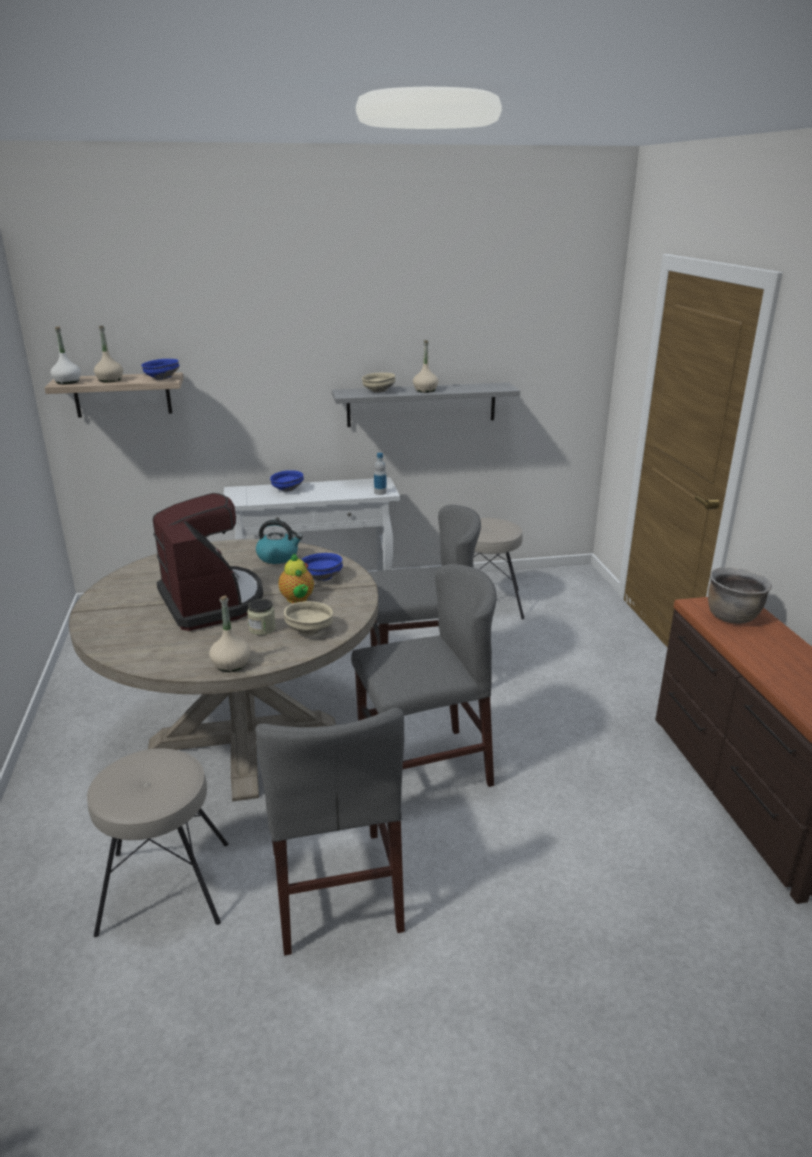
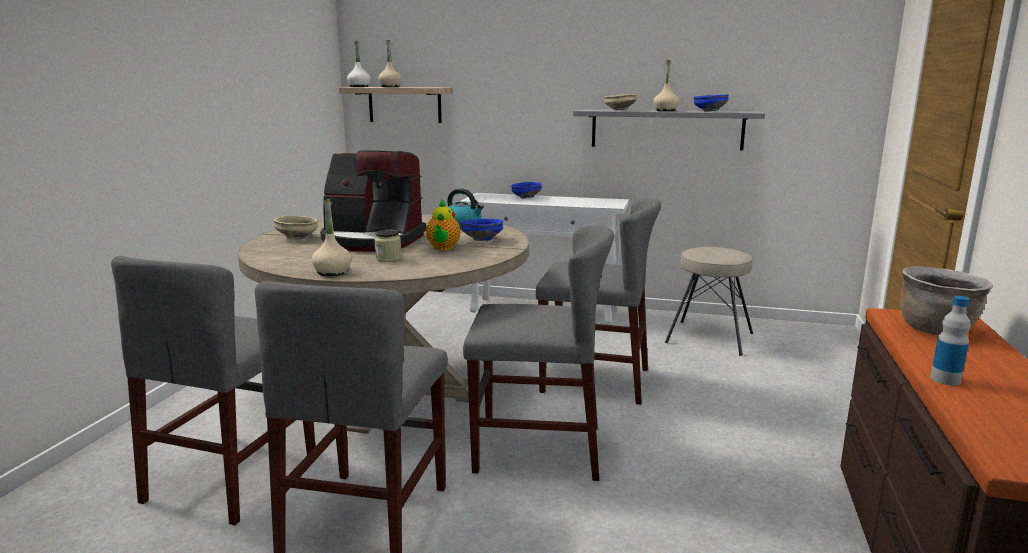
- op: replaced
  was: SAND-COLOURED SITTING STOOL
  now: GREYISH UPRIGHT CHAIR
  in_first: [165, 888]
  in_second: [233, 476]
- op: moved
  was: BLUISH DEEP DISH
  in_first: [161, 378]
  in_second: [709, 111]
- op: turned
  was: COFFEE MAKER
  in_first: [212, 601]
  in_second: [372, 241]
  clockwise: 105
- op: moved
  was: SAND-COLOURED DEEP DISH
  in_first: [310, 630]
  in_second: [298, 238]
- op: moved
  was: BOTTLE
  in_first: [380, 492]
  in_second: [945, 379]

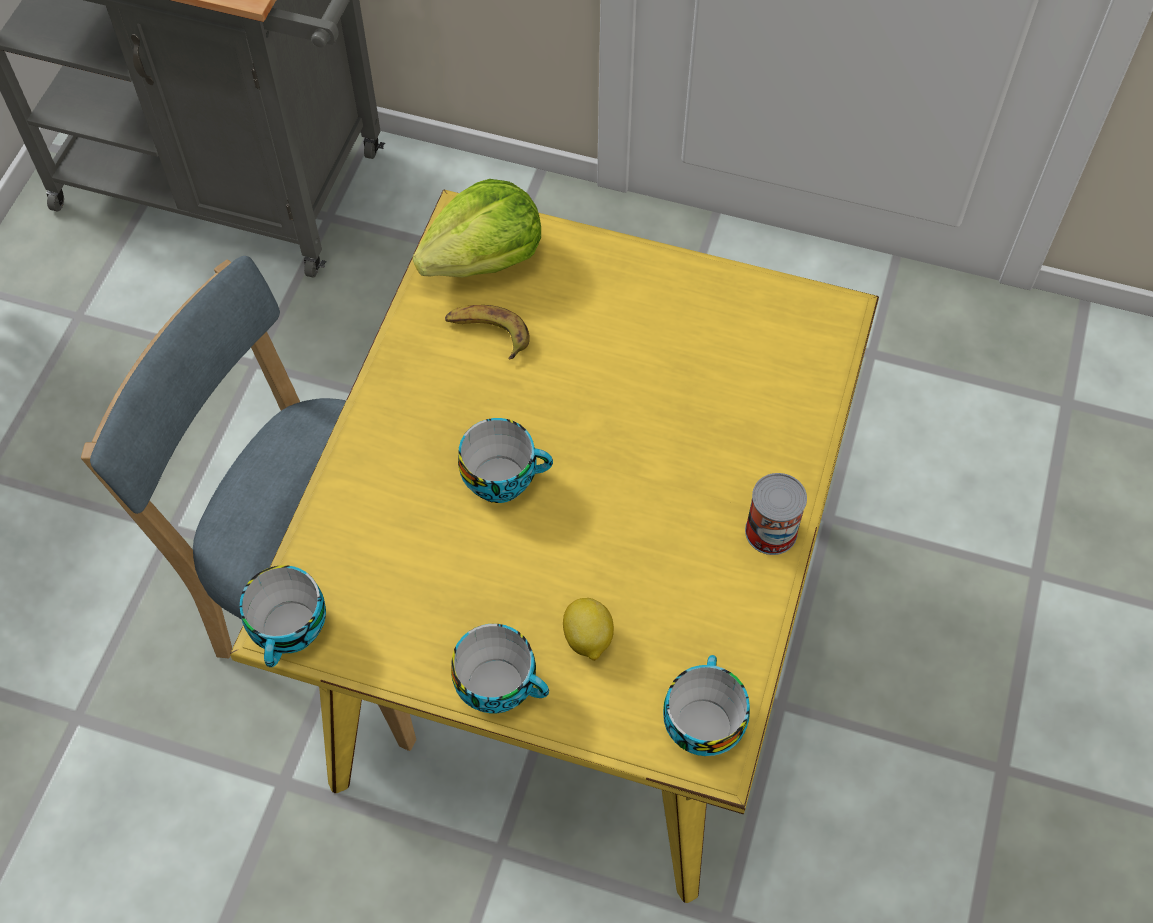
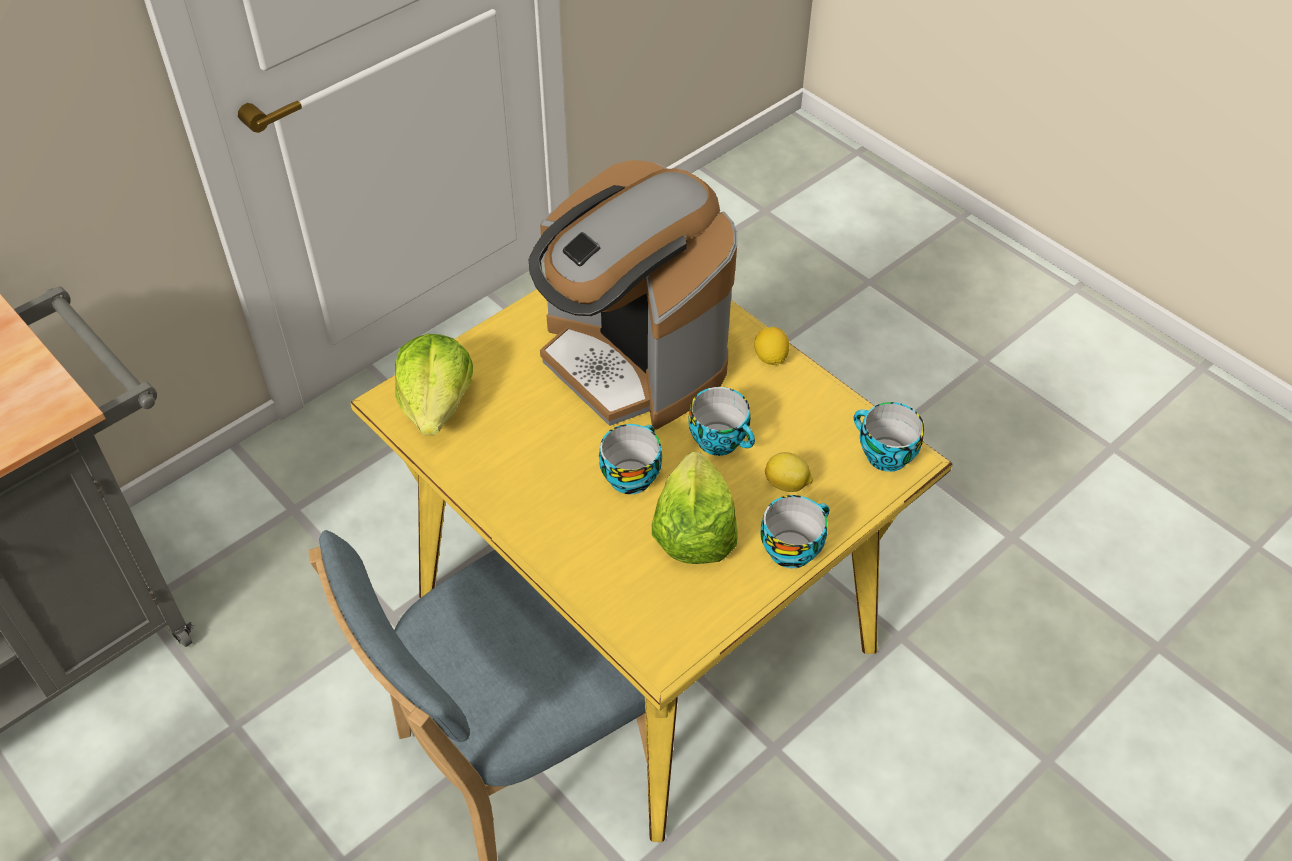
- op: moved
  was: DRINKING CUP
  in_first: [291, 632]
  in_second: [721, 440]
- op: removed
  was: WHOLE BANANA
  in_first: [487, 333]
- op: replaced
  was: METAL CAN
  now: WHOLE LEMON
  in_first: [771, 531]
  in_second: [770, 358]
- op: added
  now: COFFEE MAKER
  in_second: [632, 361]
- op: added
  now: LETTUCE
  in_second: [693, 531]

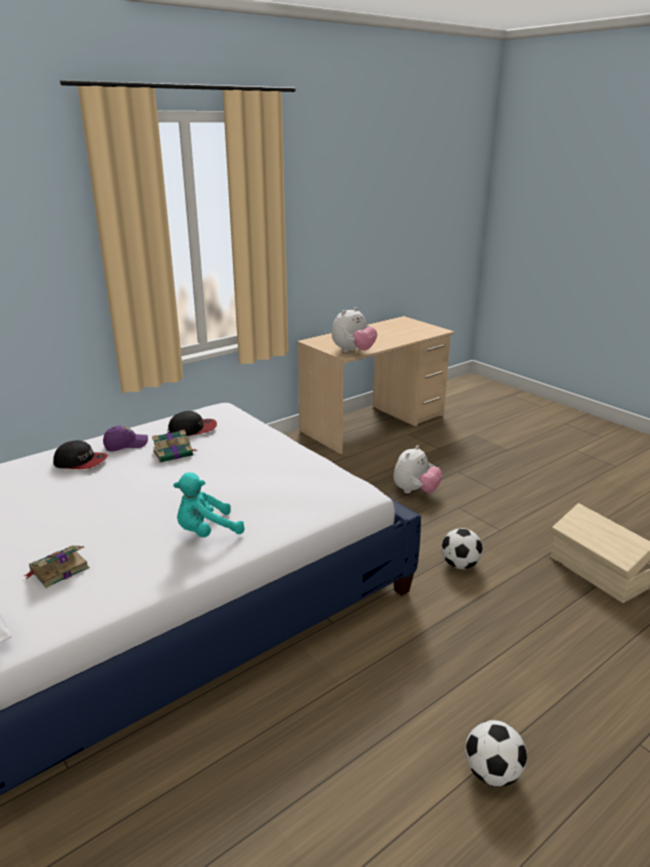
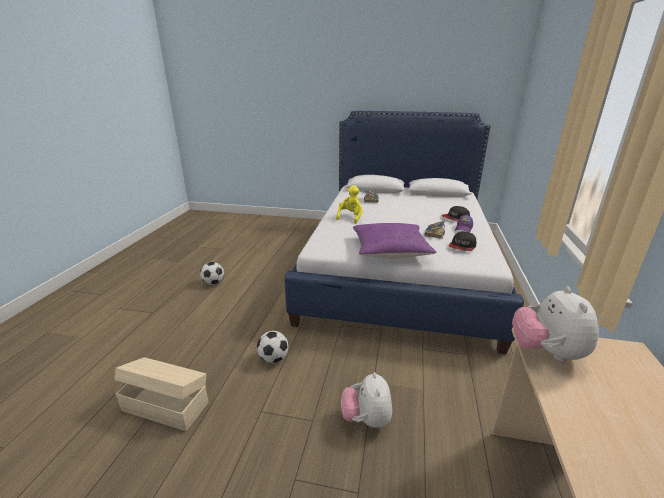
- op: recoloured
  was: BLUE-GREEN PLUSH TOY
  now: YELLOWISH PLUSH TOY
  in_first: [206, 532]
  in_second: [350, 217]
- op: added
  now: PURPLE-COLOURED PILLOW
  in_second: [390, 250]

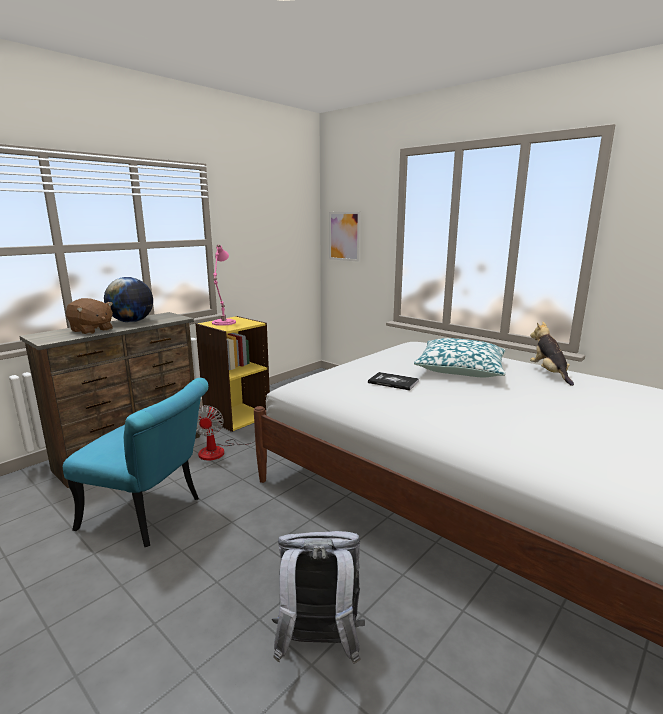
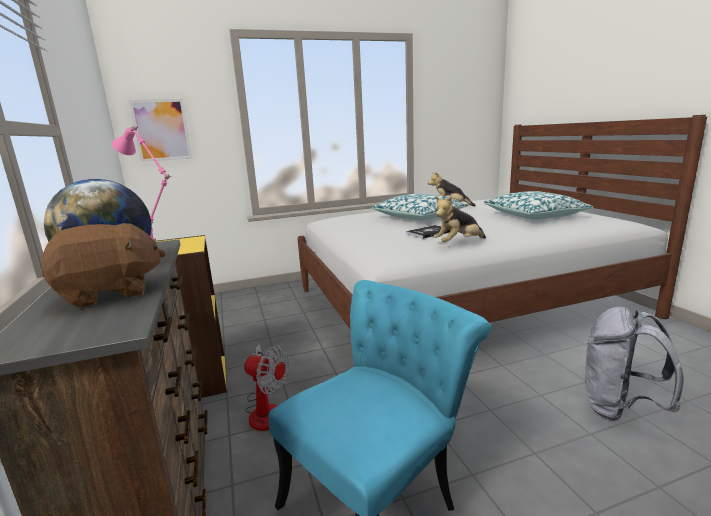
- op: added
  now: PLUSH TOY
  in_second: [458, 243]
- op: added
  now: PILLOW
  in_second: [534, 215]

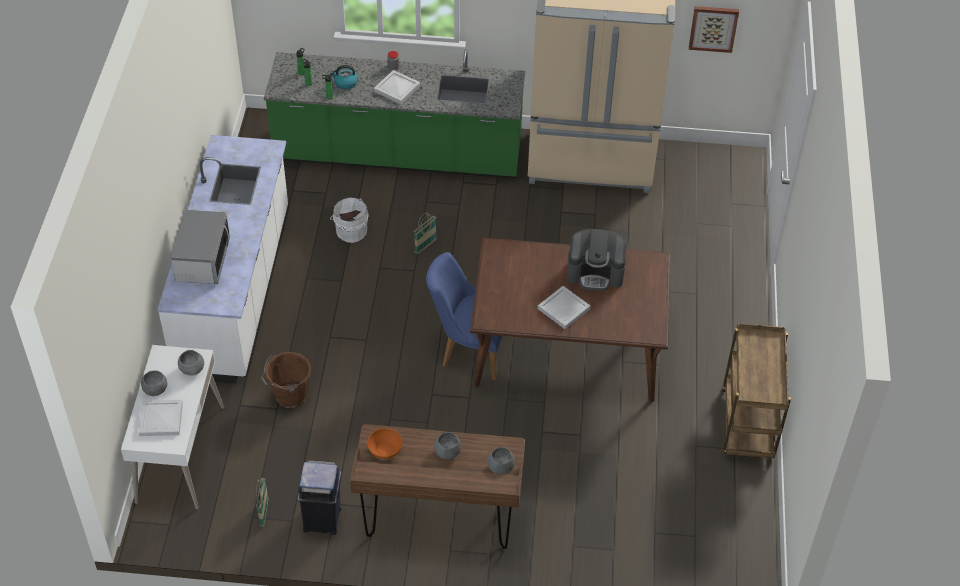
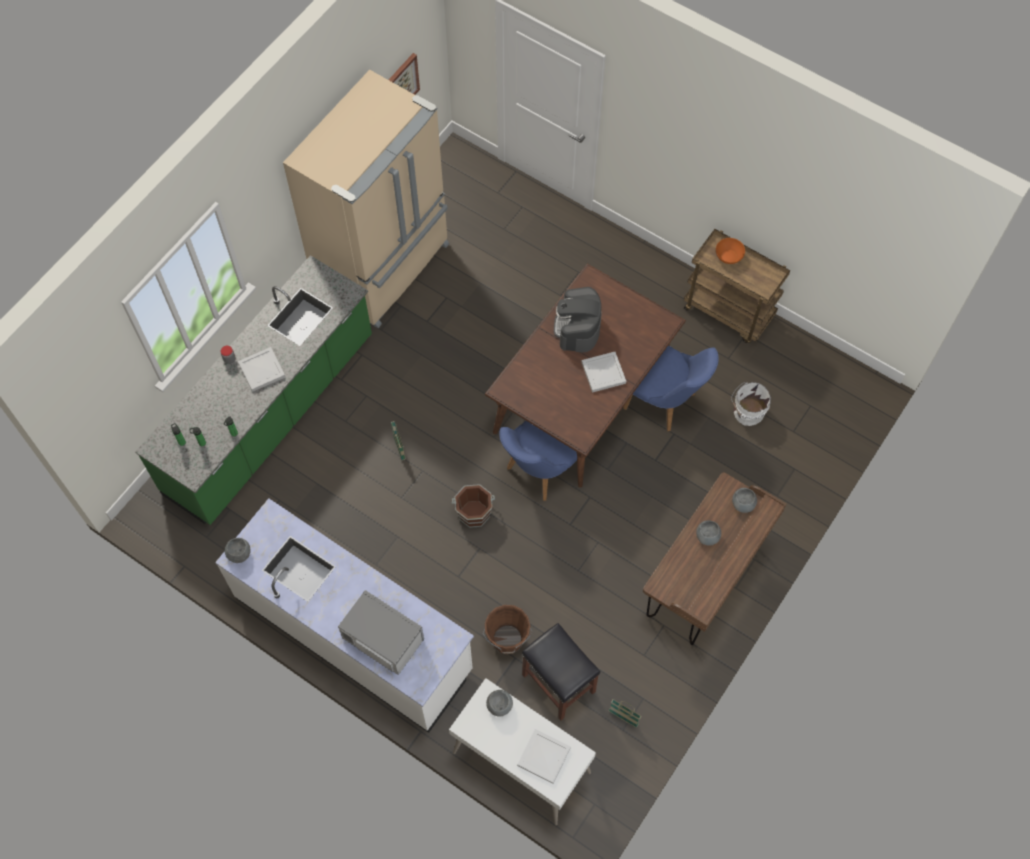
- op: moved
  was: GREYISH DEEP DISH
  in_first: [155, 390]
  in_second: [239, 554]
- op: removed
  was: BLUISH WASTE BIN
  in_first: [323, 519]
- op: removed
  was: KETTLE
  in_first: [345, 83]
- op: moved
  was: WHITISH WATER BUCKET
  in_first: [350, 230]
  in_second: [747, 412]
- op: moved
  was: ORANGE DEEP DISH
  in_first: [385, 450]
  in_second: [728, 256]
- op: turned
  was: COFFEE MAKER
  in_first: [595, 272]
  in_second: [577, 328]
  clockwise: 150
- op: added
  now: BROWN WATER BUCKET
  in_second: [474, 513]
- op: added
  now: BLACK-COLOURED SITTING STOOL
  in_second: [559, 683]
- op: added
  now: BLUISH UPRIGHT CHAIR
  in_second: [666, 403]

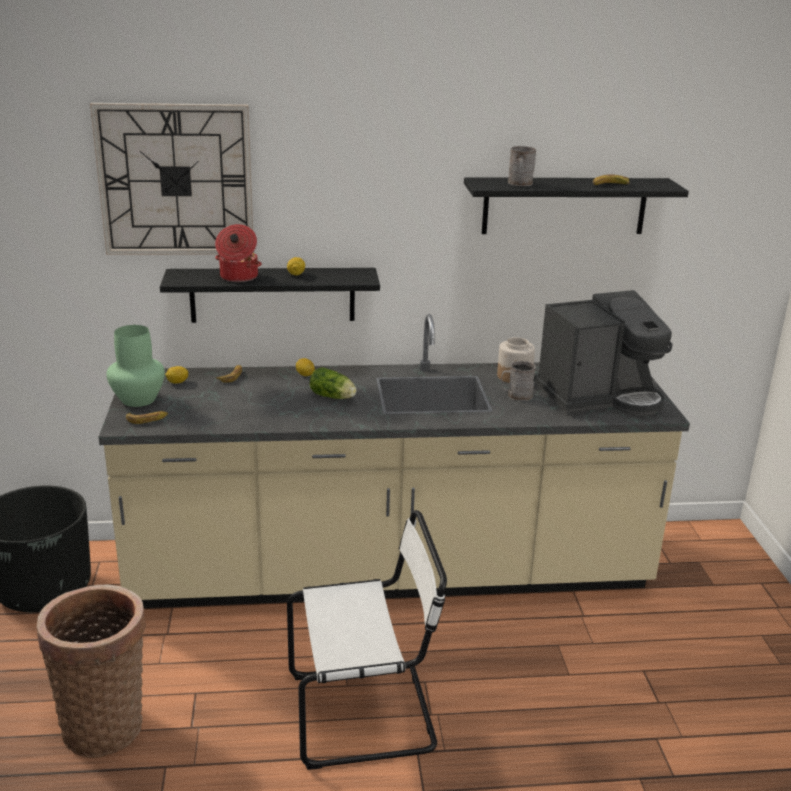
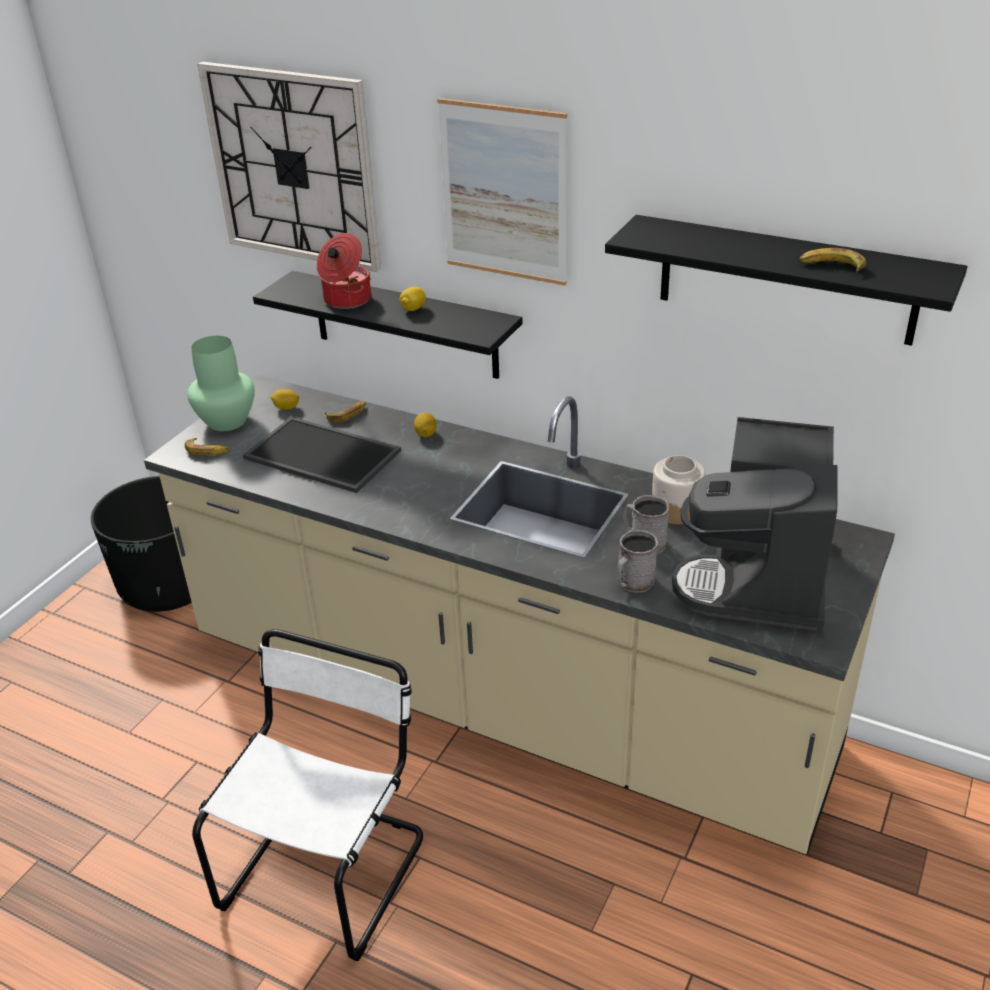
- op: removed
  was: BASKET
  in_first: [105, 723]
- op: turned
  was: WHITISH UPRIGHT CHAIR
  in_first: [367, 713]
  in_second: [329, 866]
  clockwise: -90
- op: removed
  was: LETTUCE
  in_first: [334, 397]
- op: moved
  was: GREYISH TEA MUG
  in_first: [520, 184]
  in_second: [632, 583]
- op: turned
  was: COFFEE MAKER
  in_first: [599, 396]
  in_second: [760, 579]
  clockwise: 90
- op: added
  now: TRAY
  in_second: [325, 454]
- op: added
  now: PICTURE
  in_second: [504, 193]

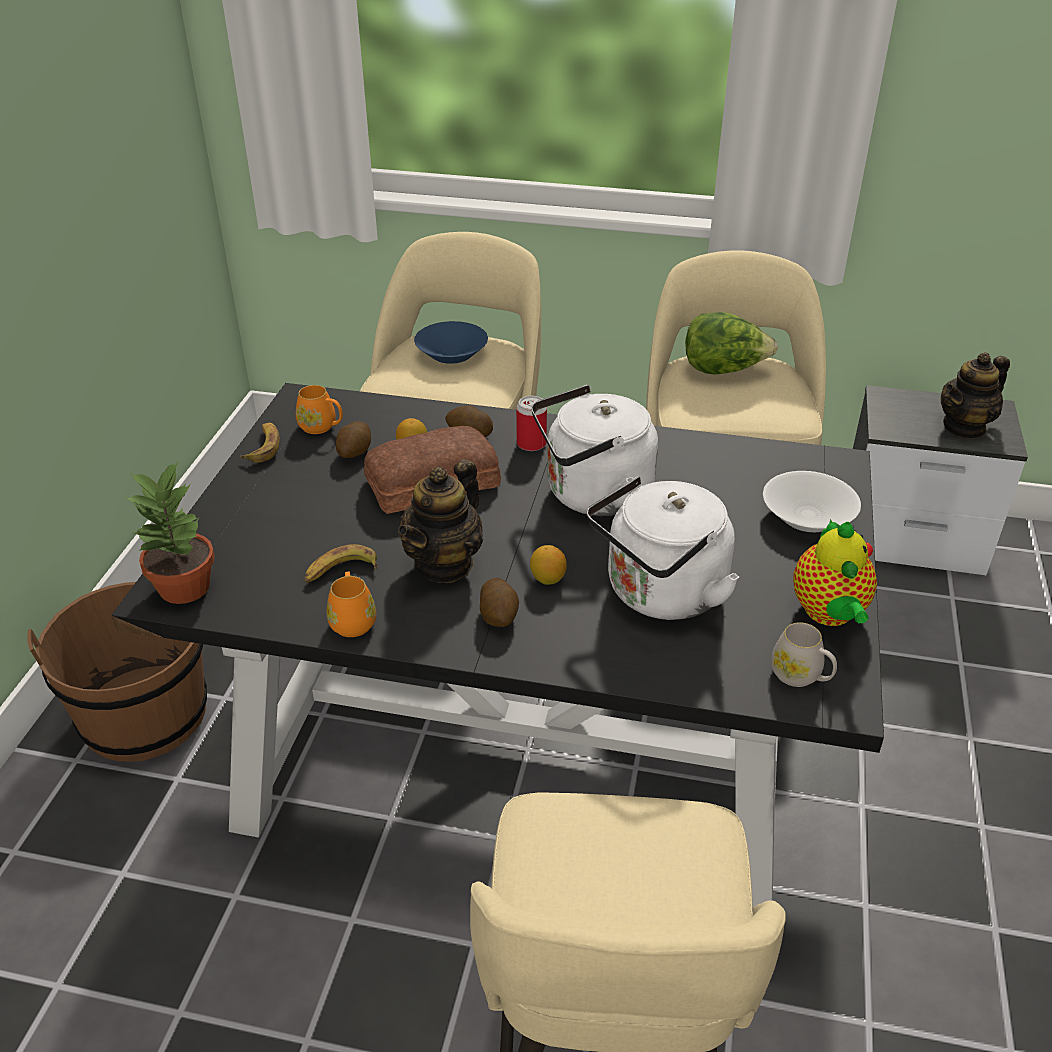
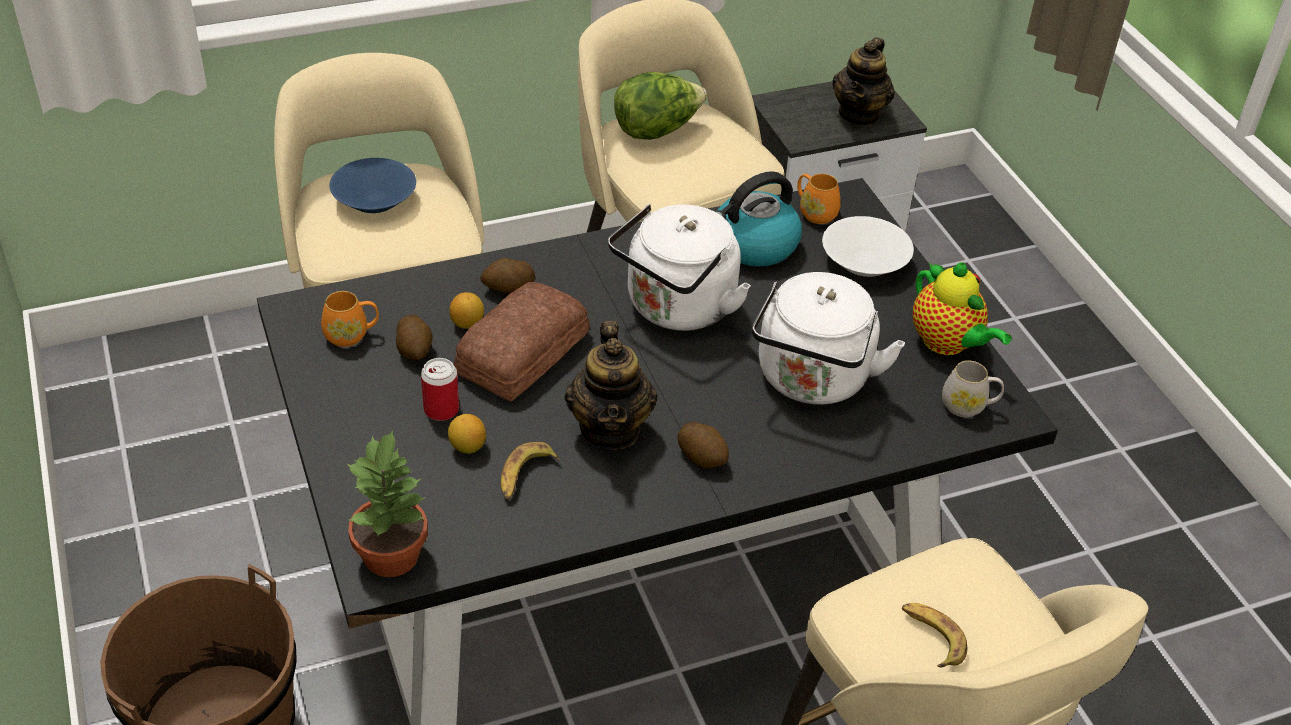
- op: moved
  was: WHOLE BANANA
  in_first: [263, 446]
  in_second: [931, 637]
- op: moved
  was: ORANGE TEA MUG
  in_first: [352, 620]
  in_second: [814, 212]
- op: moved
  was: METAL CAN
  in_first: [531, 444]
  in_second: [441, 409]
- op: moved
  was: WHOLE LEMON
  in_first: [547, 579]
  in_second: [467, 447]
- op: added
  now: KETTLE
  in_second: [753, 245]

